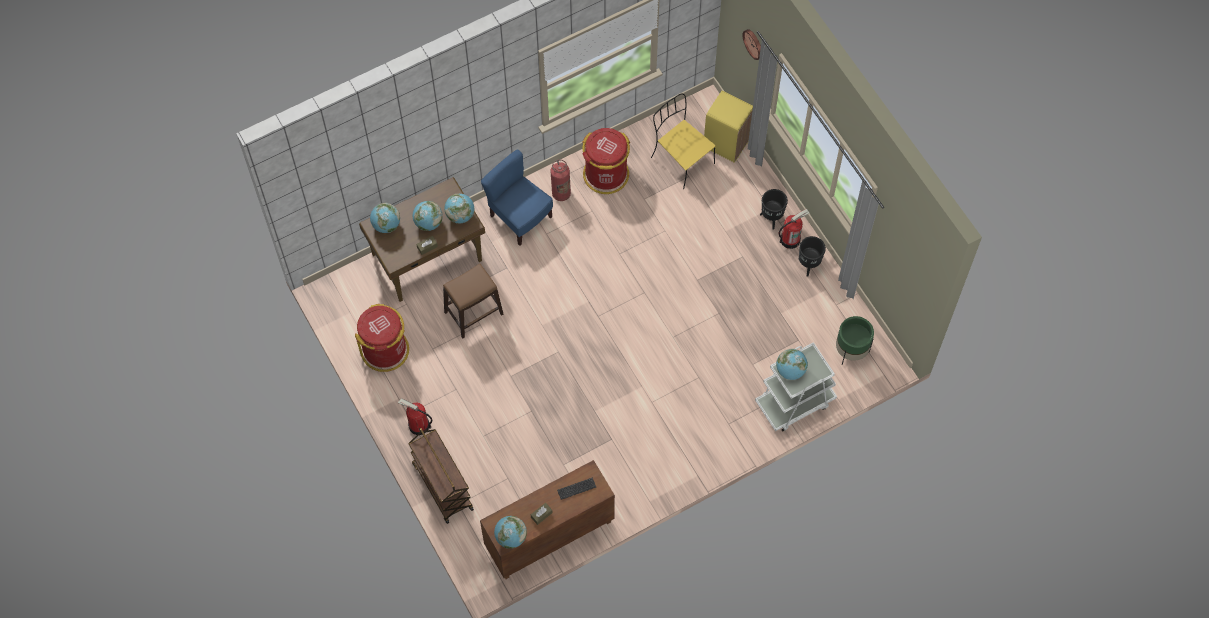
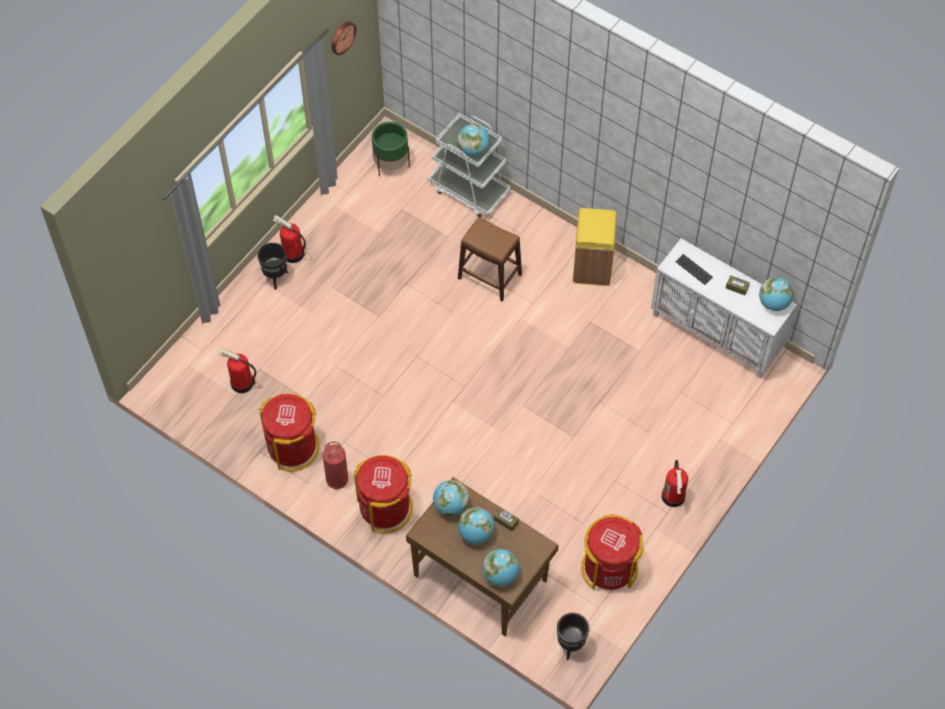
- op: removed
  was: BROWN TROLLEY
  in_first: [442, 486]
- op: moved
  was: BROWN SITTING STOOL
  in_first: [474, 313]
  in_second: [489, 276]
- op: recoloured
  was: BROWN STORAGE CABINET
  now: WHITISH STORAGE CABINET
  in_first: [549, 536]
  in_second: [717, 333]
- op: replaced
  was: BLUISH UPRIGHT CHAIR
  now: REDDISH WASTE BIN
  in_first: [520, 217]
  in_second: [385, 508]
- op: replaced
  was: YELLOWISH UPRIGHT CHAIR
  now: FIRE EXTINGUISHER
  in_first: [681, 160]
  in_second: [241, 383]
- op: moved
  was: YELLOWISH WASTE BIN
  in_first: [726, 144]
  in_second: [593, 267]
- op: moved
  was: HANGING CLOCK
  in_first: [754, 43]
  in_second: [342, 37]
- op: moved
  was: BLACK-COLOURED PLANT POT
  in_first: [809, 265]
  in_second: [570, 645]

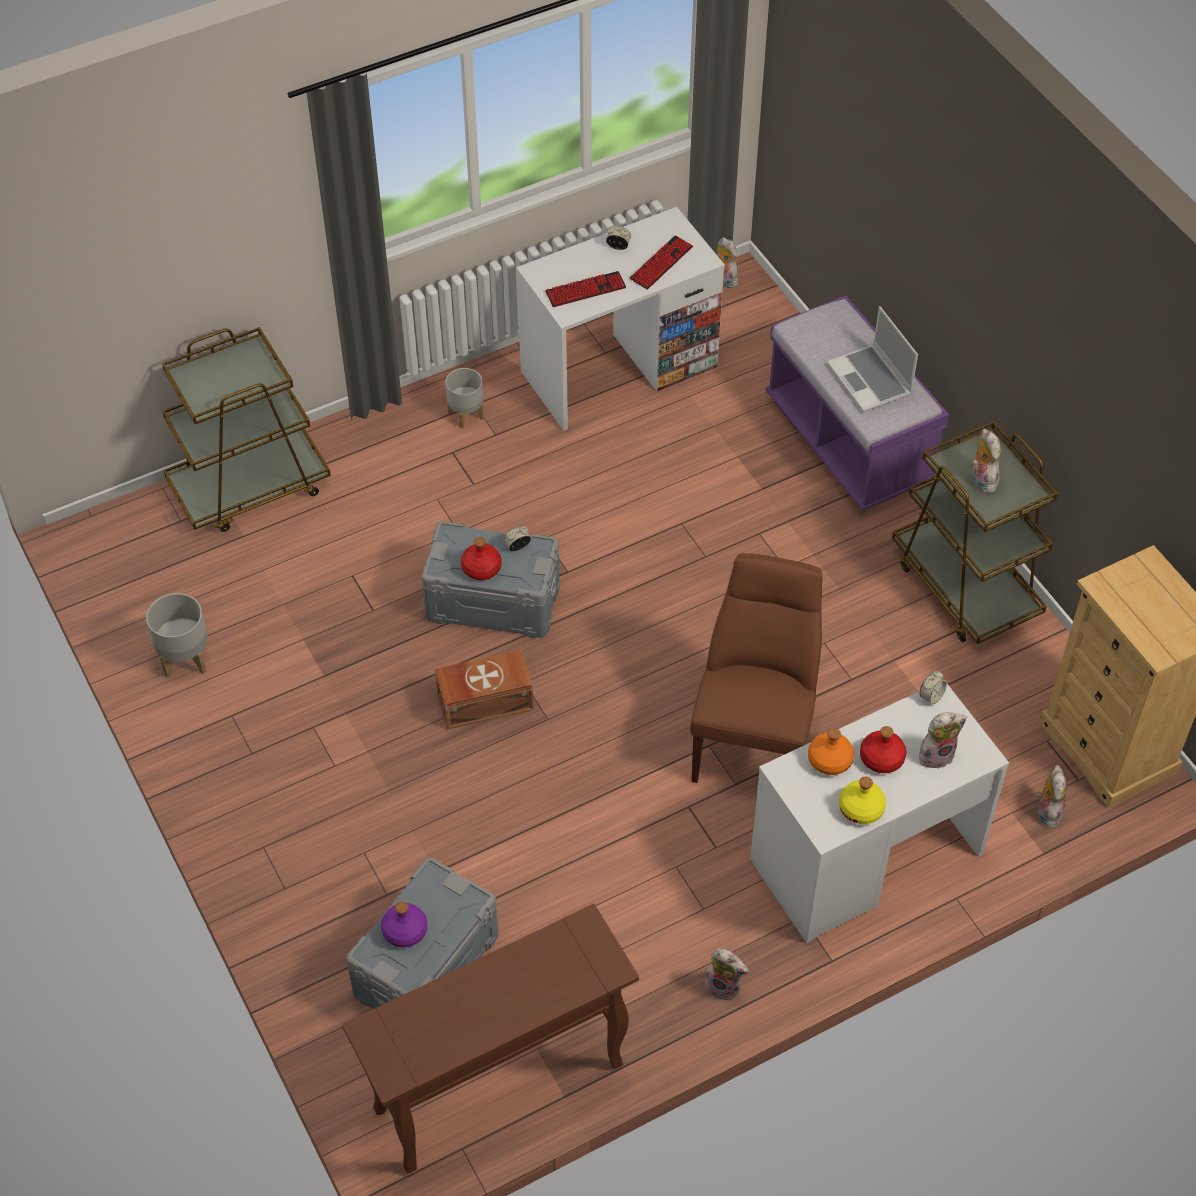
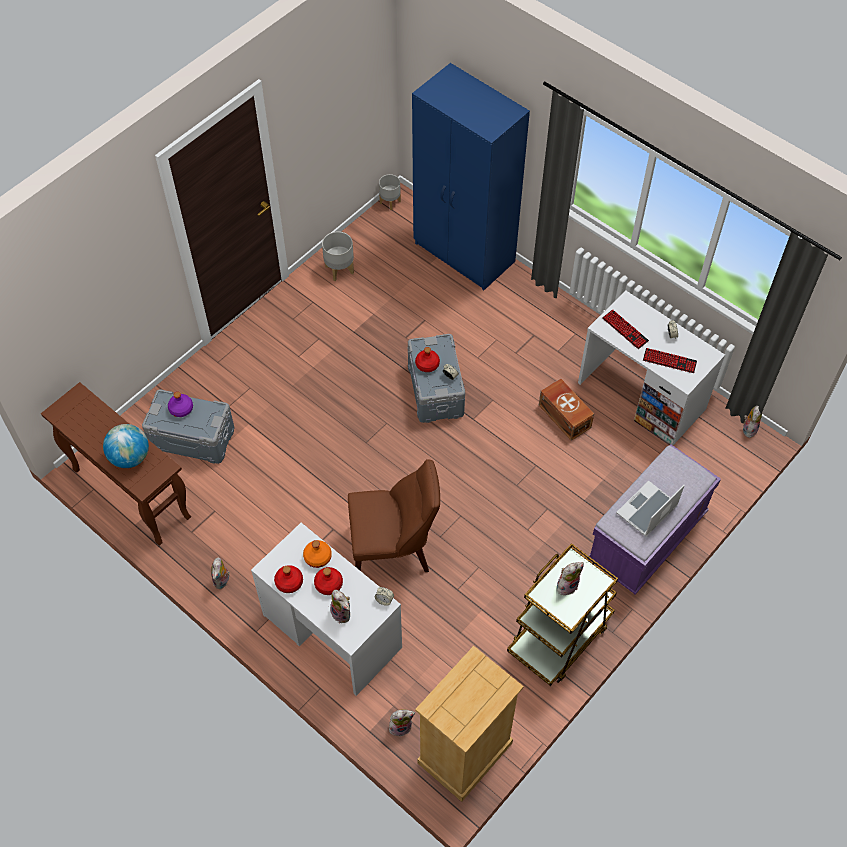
- op: replaced
  was: BROWN TROLLEY
  now: BLUISH ARMOIRE
  in_first: [250, 486]
  in_second: [464, 254]
- op: moved
  was: BROWN STORAGE BIN
  in_first: [483, 701]
  in_second: [564, 415]
- op: moved
  was: GREYISH PLANT POT
  in_first: [466, 415]
  in_second: [389, 202]
- op: recoloured
  was: YELLOWISH BOTTLE
  now: REDDISH BOTTLE
  in_first: [861, 808]
  in_second: [289, 582]
- op: added
  now: WORLD GLOBE
  in_second: [130, 457]

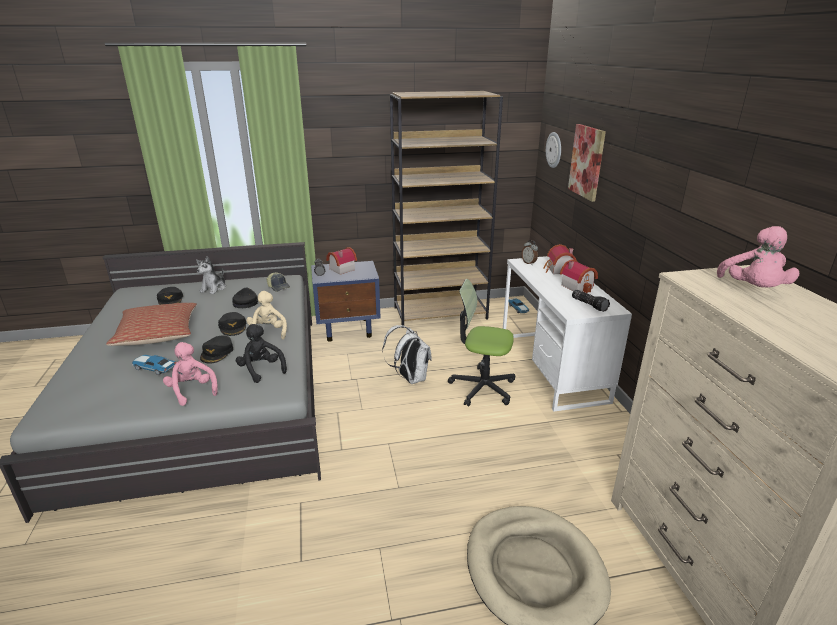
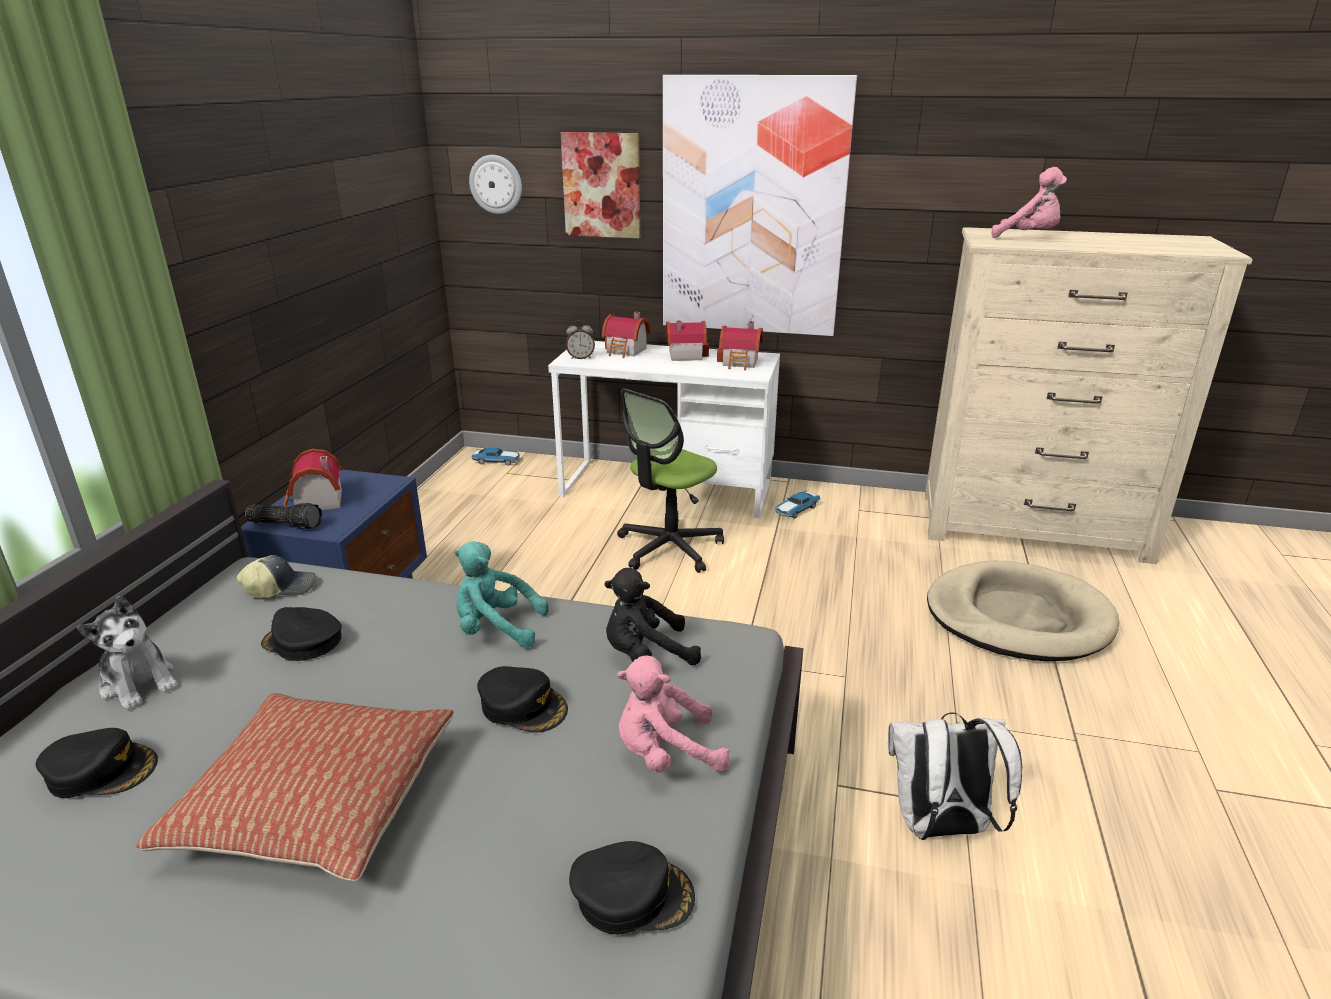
- op: moved
  was: TOY CAR
  in_first: [154, 368]
  in_second: [796, 510]
- op: moved
  was: BLACK-COLOURED PEAKED CAP
  in_first: [233, 327]
  in_second: [632, 894]
- op: recoloured
  was: SAND-COLOURED PLUSH TOY
  now: BLUE-GREEN PLUSH TOY
  in_first: [268, 332]
  in_second: [496, 629]
- op: moved
  was: WHITISH BACKPACK
  in_first: [409, 378]
  in_second: [939, 828]
- op: removed
  was: BROWN BOOKSHELF
  in_first: [440, 313]
- op: replaced
  was: TORCH
  now: MINIATURE HOUSE
  in_first: [589, 305]
  in_second: [741, 363]
- op: added
  now: PICTURE
  in_second: [752, 209]

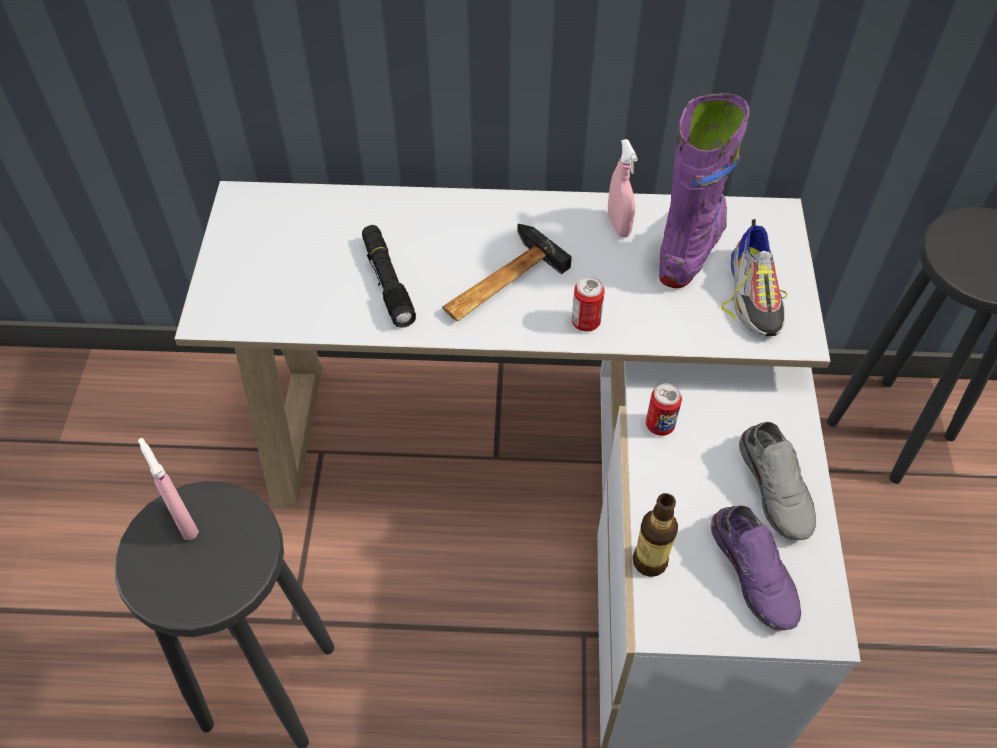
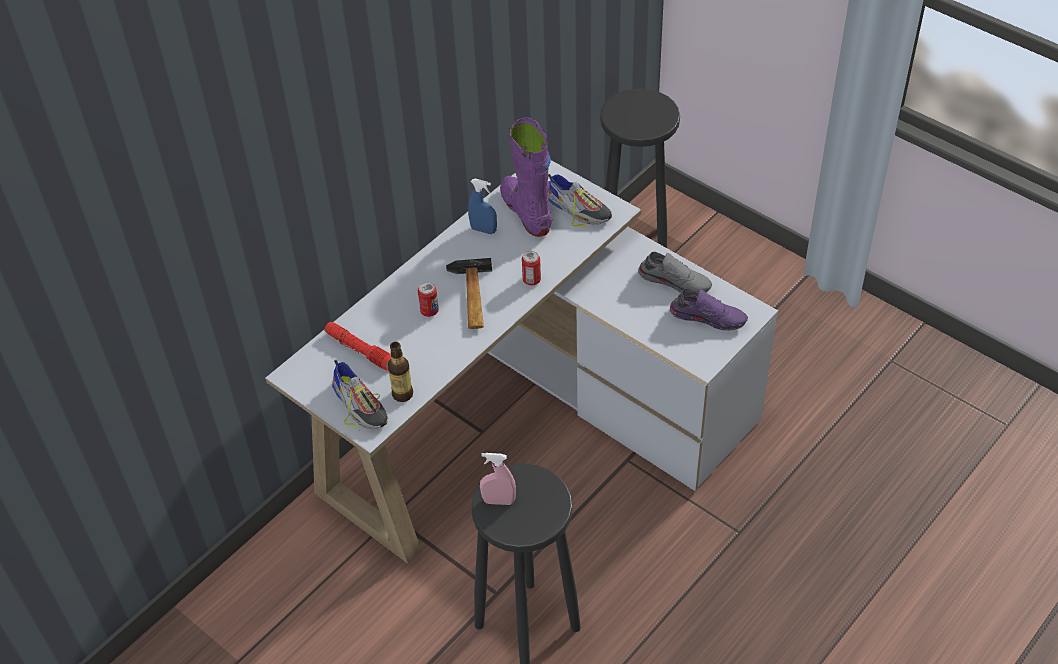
- op: removed
  was: BLACK-COLOURED TORCH
  in_first: [388, 282]
- op: recoloured
  was: PINK-COLOURED SPRAYER
  now: BLUISH SPRAYER
  in_first: [618, 225]
  in_second: [483, 230]
- op: moved
  was: BOTTLE
  in_first: [649, 561]
  in_second: [402, 394]
- op: moved
  was: METAL CAN
  in_first: [660, 425]
  in_second: [429, 311]
- op: added
  now: REDDISH TORCH
  in_second: [360, 350]
- op: added
  now: ITEM OF FOOTWEAR
  in_second: [360, 404]

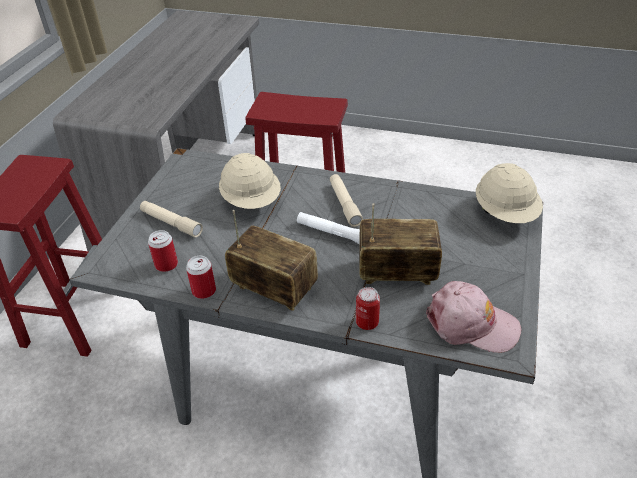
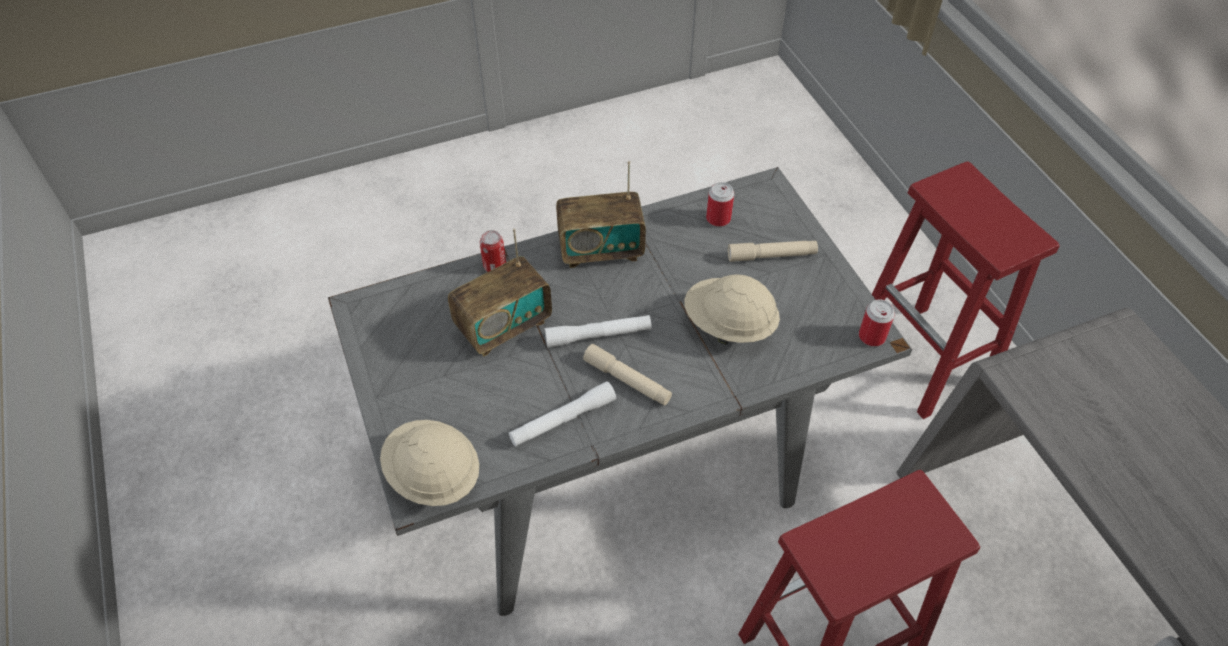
- op: moved
  was: METAL CAN
  in_first: [204, 291]
  in_second: [872, 336]
- op: removed
  was: PINK-COLOURED PEAKED CAP
  in_first: [471, 324]
- op: added
  now: WHITISH TORCH
  in_second: [562, 420]

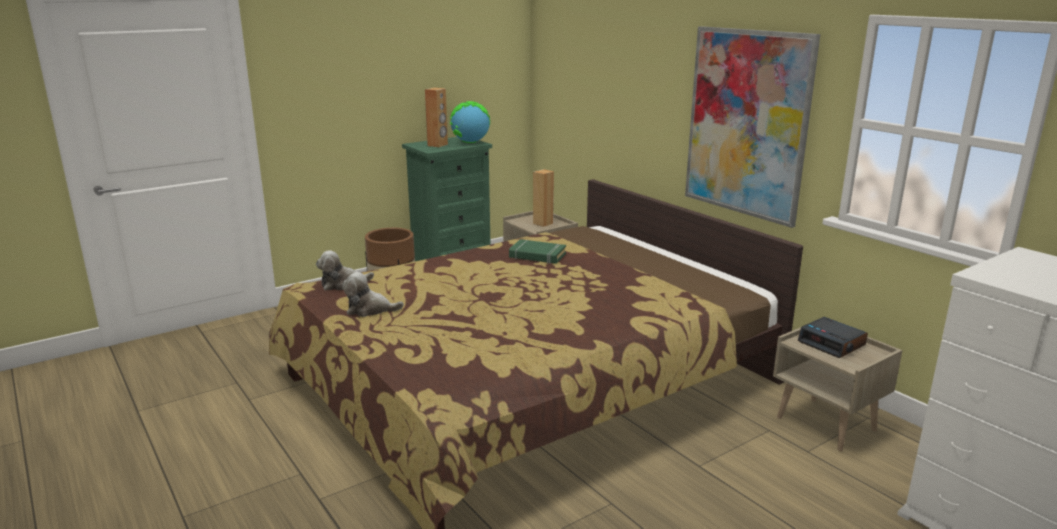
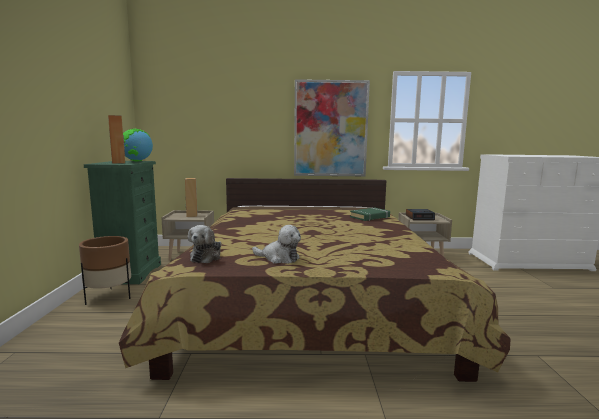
- op: turned
  was: PLUSH TOY
  in_first: [370, 310]
  in_second: [279, 258]
  clockwise: -105
- op: moved
  was: GREENISH BOUND BOOK
  in_first: [537, 256]
  in_second: [370, 217]

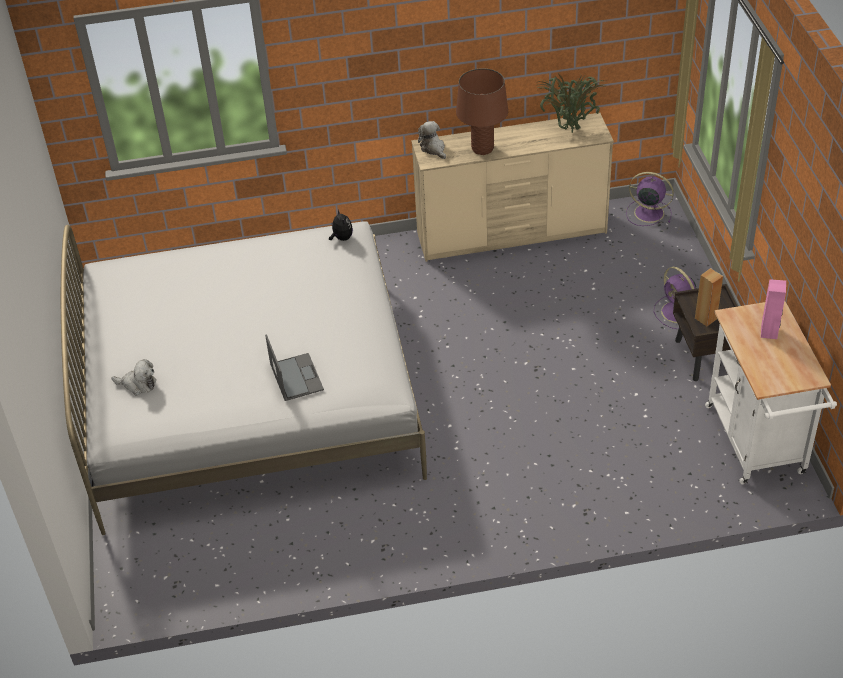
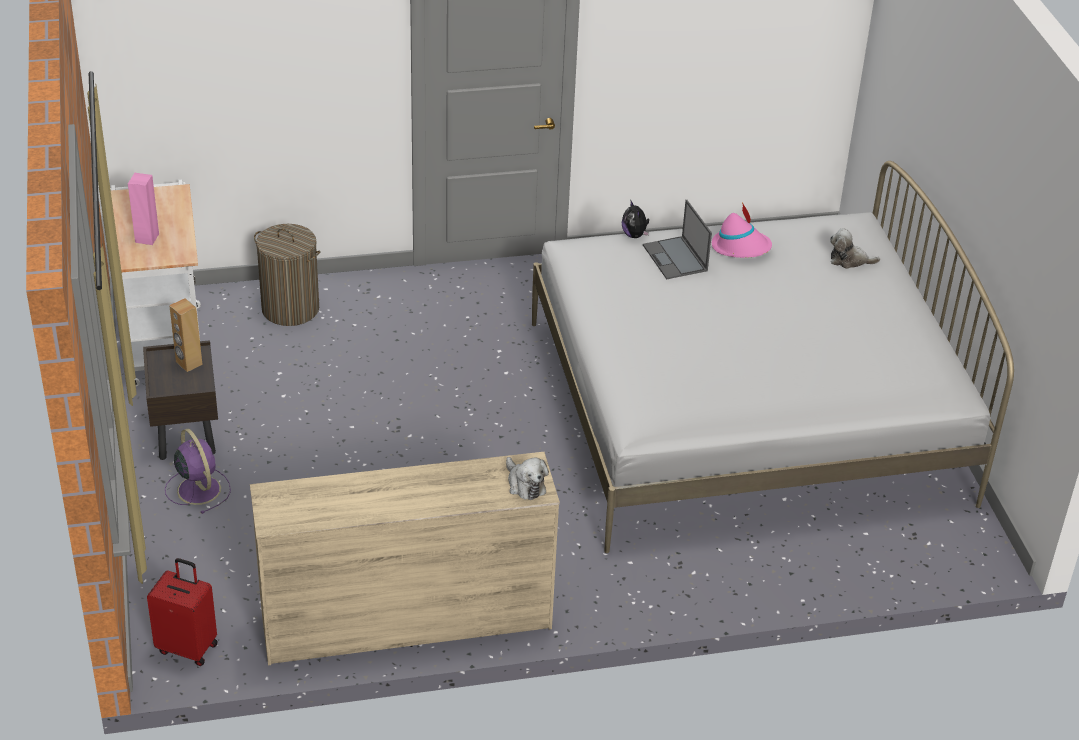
- op: moved
  was: PLUSH TOY
  in_first: [341, 238]
  in_second: [635, 235]
- op: removed
  was: BROWN LAMP FOR A TABLE
  in_first: [482, 149]
- op: removed
  was: HOUSEPLANT
  in_first: [569, 130]
- op: replaced
  was: PURPLE-COLOURED FAN
  now: REDDISH TRAVEL CASE
  in_first: [647, 213]
  in_second: [188, 647]
- op: added
  now: LAUNDRY BASKET
  in_second: [290, 309]
- op: added
  now: PINK-COLOURED WEARABLE HAT
  in_second: [741, 247]

